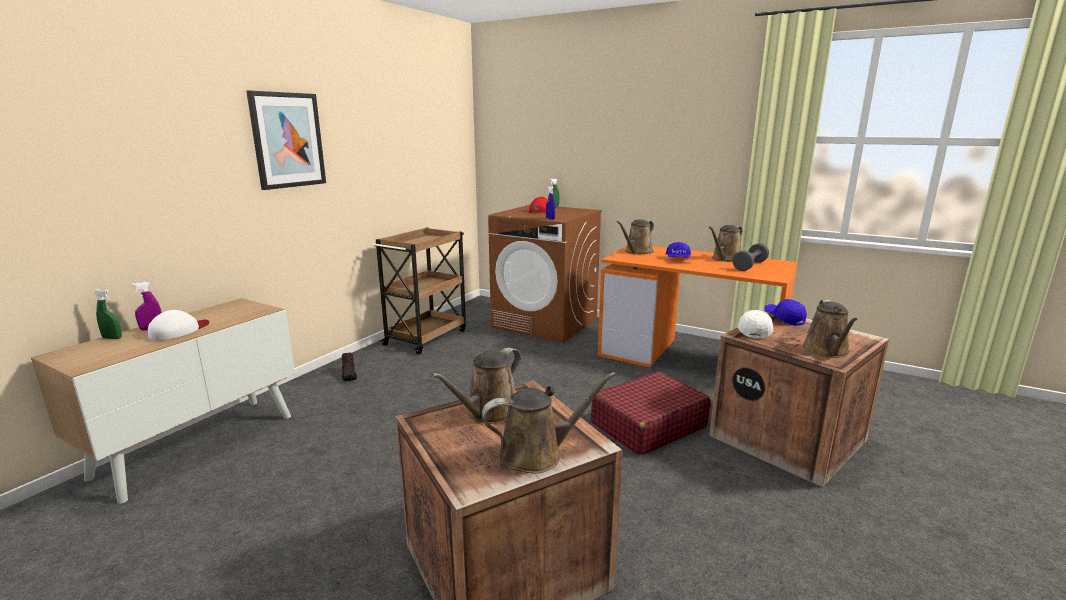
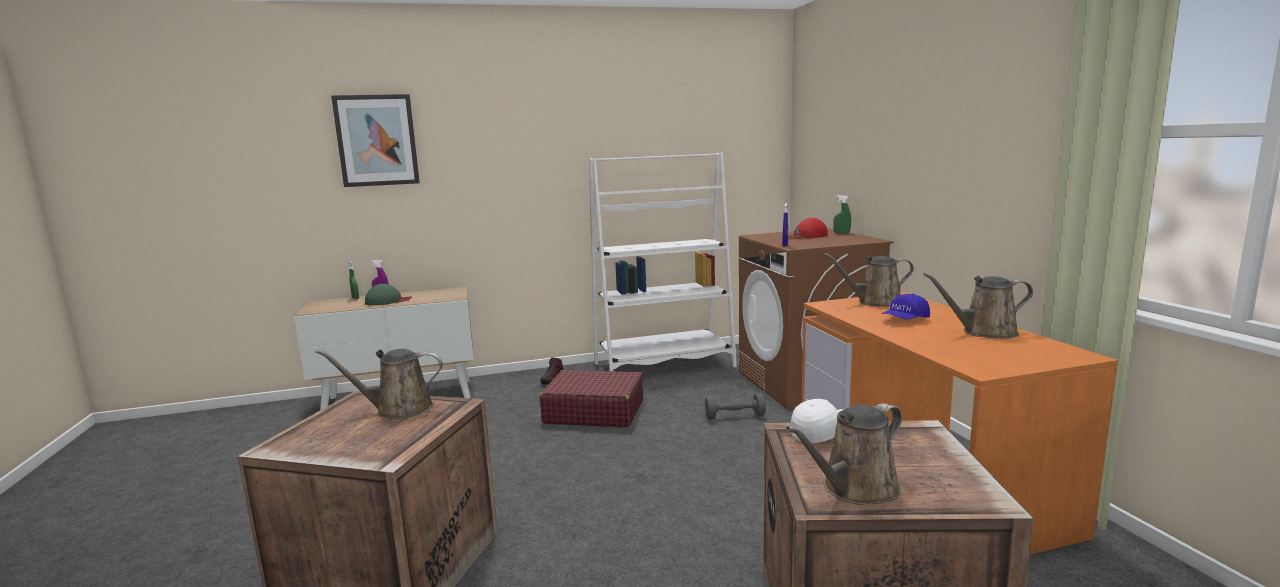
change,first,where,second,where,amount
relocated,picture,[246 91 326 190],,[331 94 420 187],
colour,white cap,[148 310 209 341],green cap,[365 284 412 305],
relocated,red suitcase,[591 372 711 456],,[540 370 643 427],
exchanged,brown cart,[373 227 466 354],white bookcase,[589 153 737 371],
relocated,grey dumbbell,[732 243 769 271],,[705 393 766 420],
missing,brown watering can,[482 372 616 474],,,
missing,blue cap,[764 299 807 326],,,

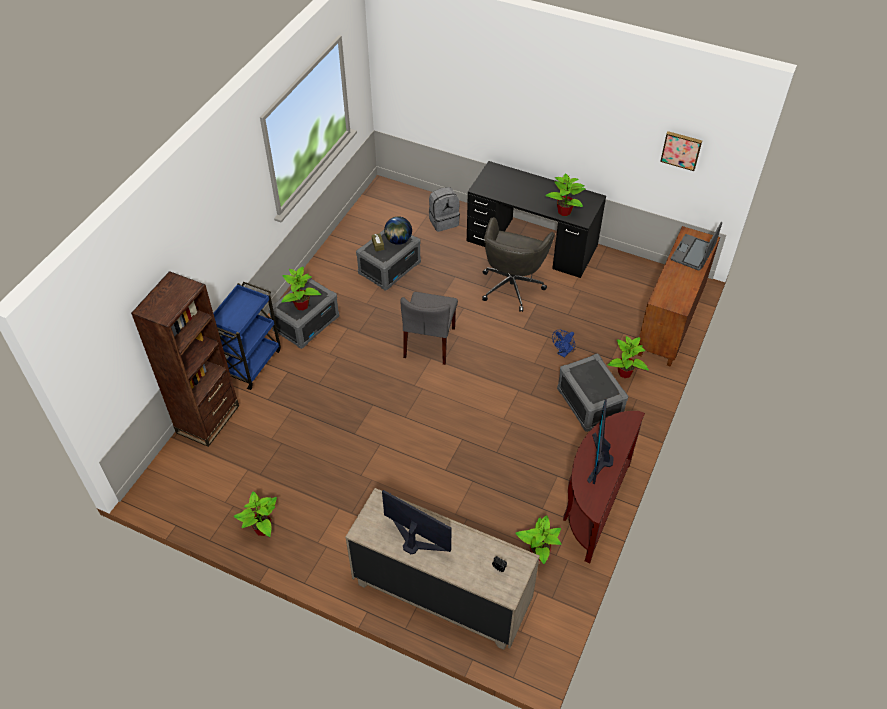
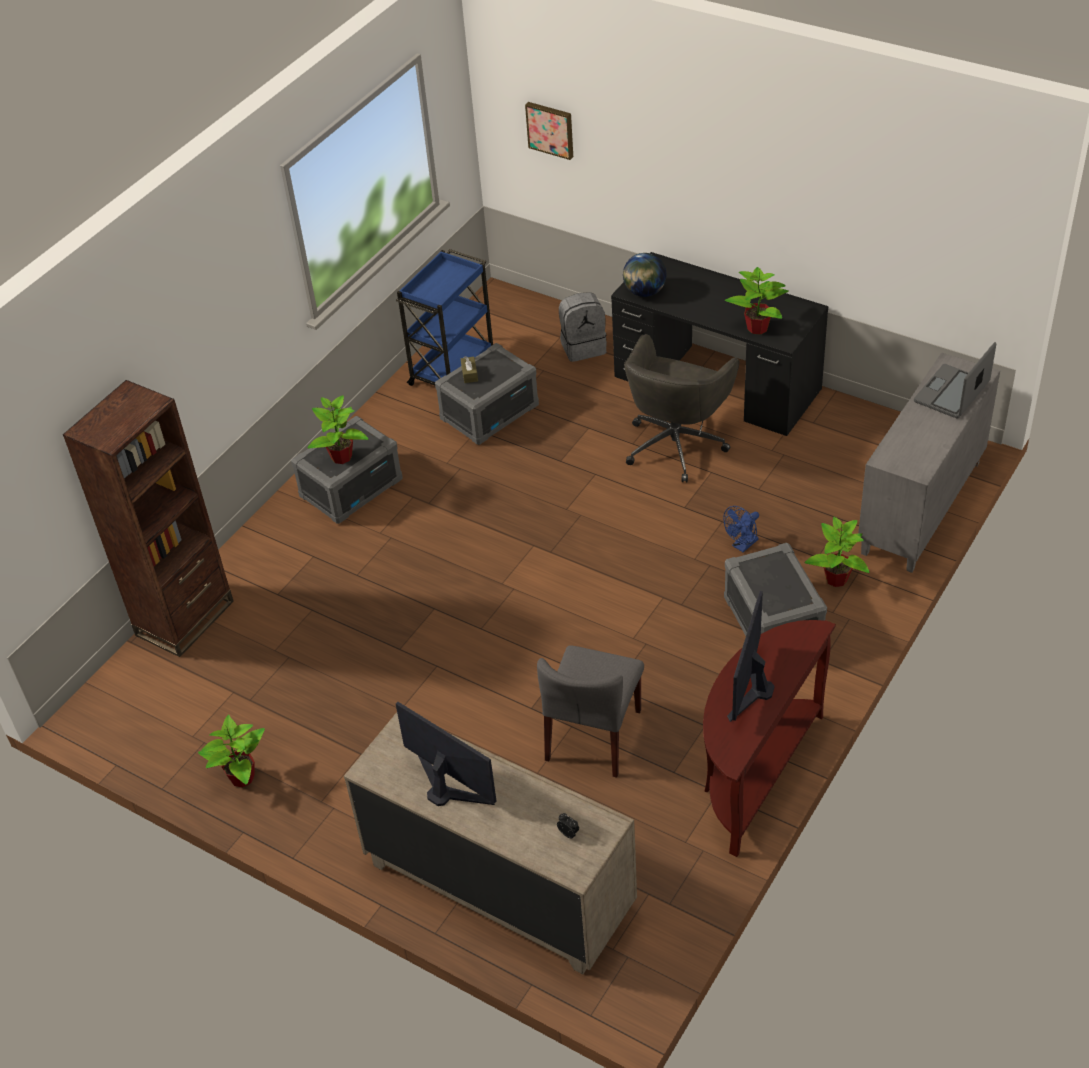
change,first,where,second,where,amount
relocated,blue cart,[213 282 281 390],,[396 249 493 386],
relocated,picture,[660 131 702 171],,[525 102 573 160],
relocated,grey chair,[400 292 458 365],,[537 645 644 778],
relocated,globe,[384 216 412 245],,[623 253 666 297],
colour,brown cabinet,[637 226 720 367],grey cabinet,[858 352 1000 573],
missing,potted plant,[515 515 561 564],,,

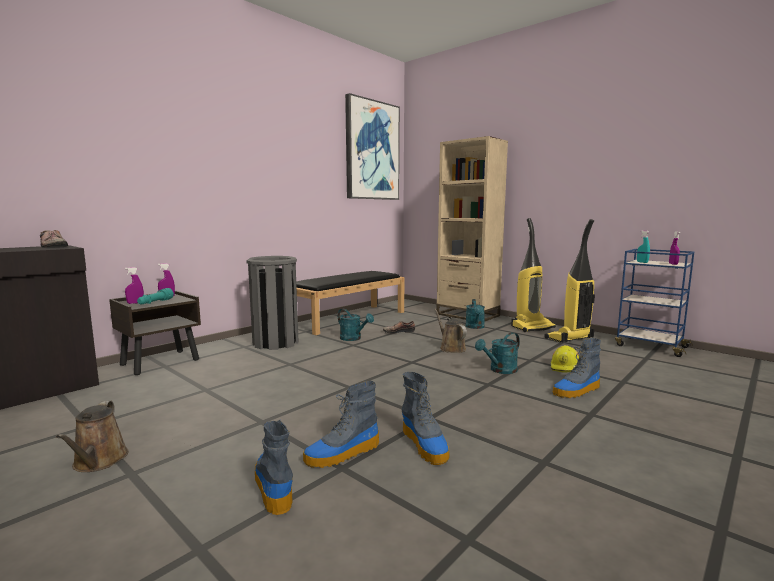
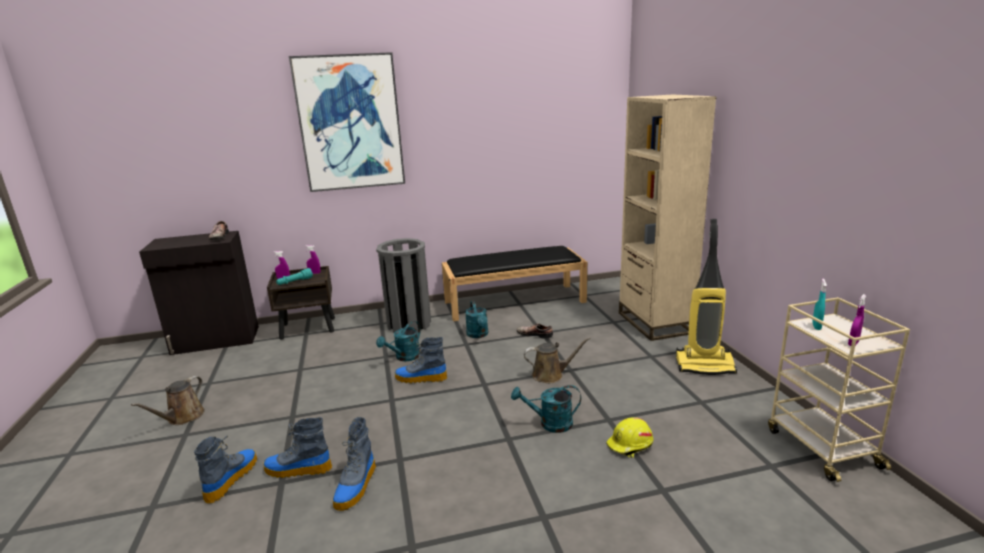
change,first,where,second,where,amount
relocated,picture,[345 93 400 200],,[289 52 405 192],
relocated,turquoise watering can,[466 299 485 329],,[376 321 421 362],
relocated,boot,[552 338 601 398],,[395 337 447 383],
spun,brown watering can,[434 309 467 353],,[524 337 591 383],75 degrees clockwise
colour,blue cart,[615 249 694 357],beige cart,[768 297 910 482],
missing,vacuum cleaner,[544 219 595 342],,,

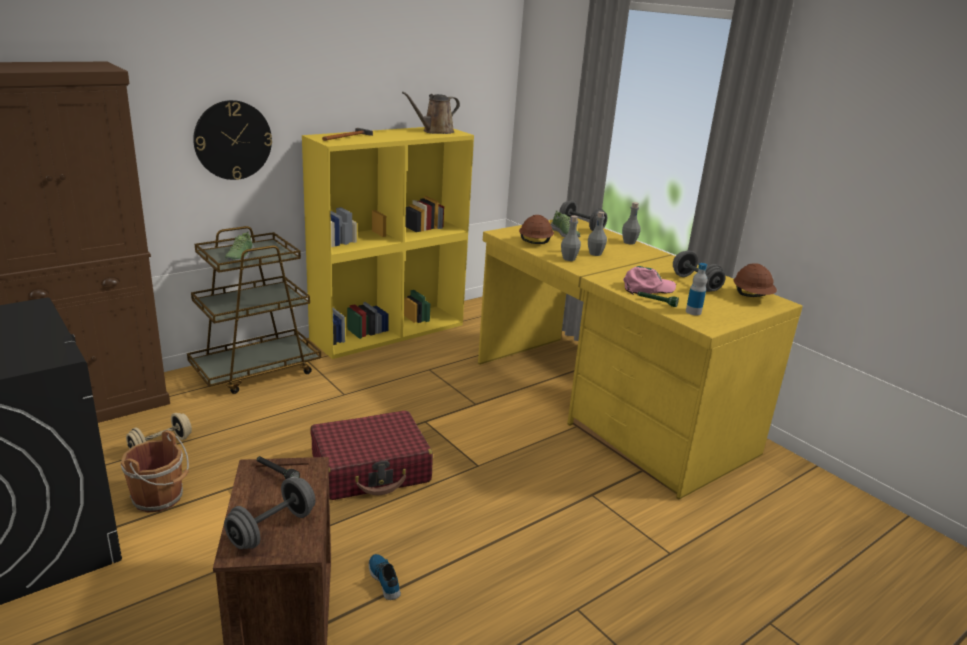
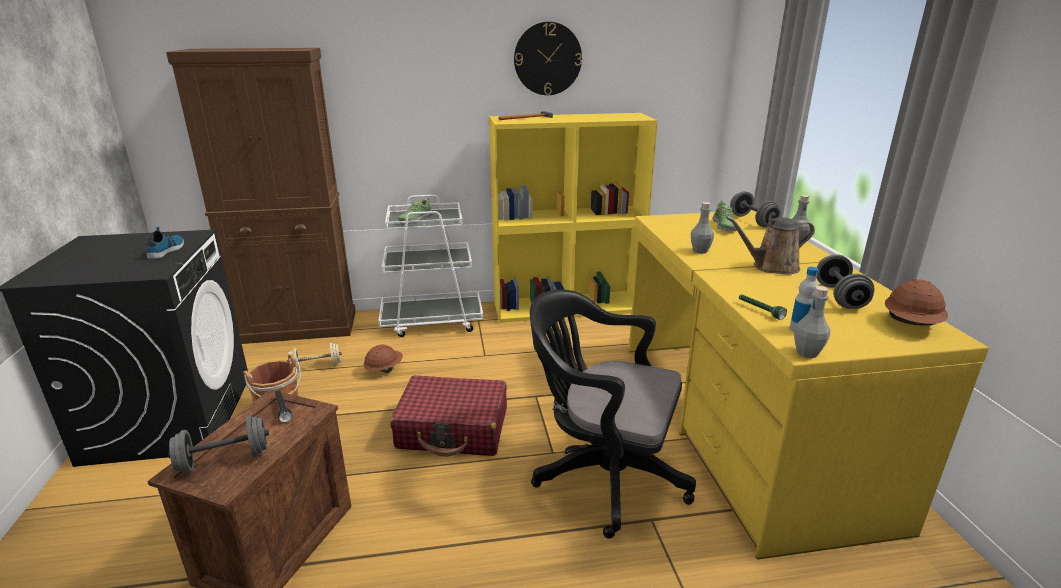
change,first,where,second,where,amount
relocated,shoe,[369 554 401 600],,[146 227 184 259],
relocated,brown hard hat,[519 215 554 244],,[364 344 403 373],
colour,brown cart,[187 226 321 394],white cart,[378 195 483 337],
relocated,wall clock,[193 100 272 180],,[514 22 582 95],
appeared,,,black office chair,[530 289 696 539],
relocated,brown watering can,[402 92 460 134],,[726 216 815 274],
relocated,grey bottle,[588 211 607 256],,[794 286 830 358],
missing,pink cap,[623 266 677 295],,,

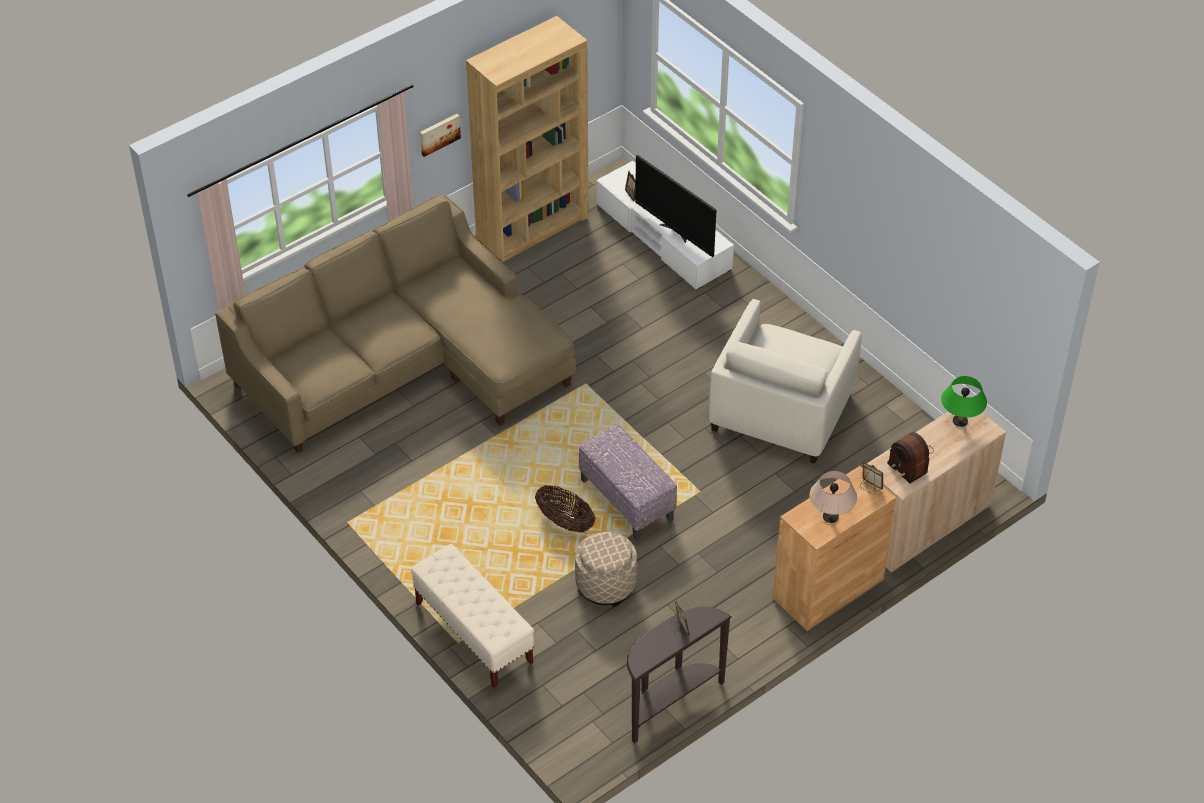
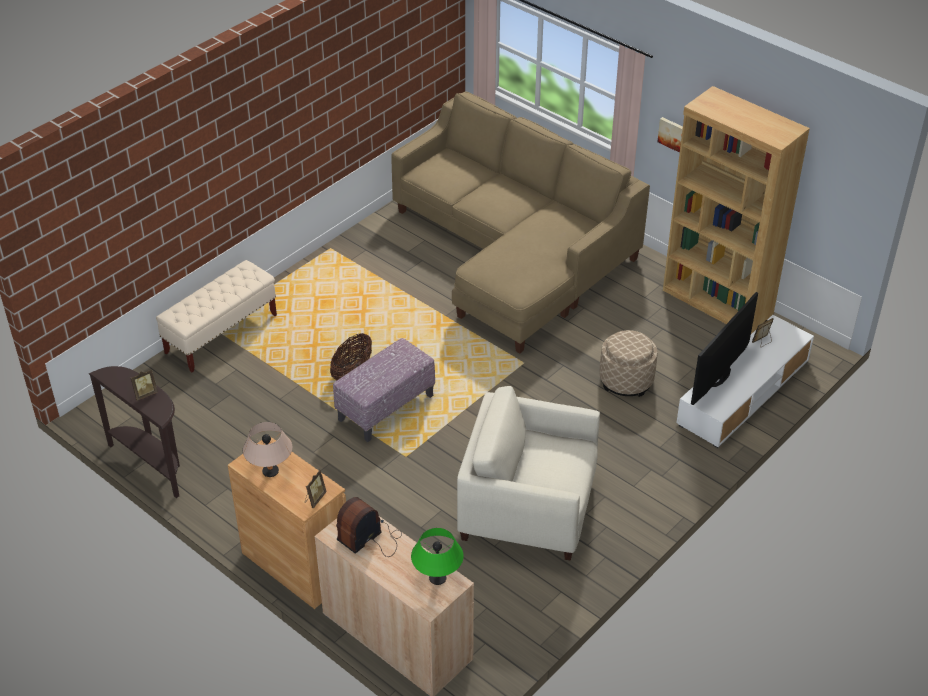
change,first,where,second,where,amount
relocated,beige ottoman,[575 532 637 607],,[600 330 658 397],

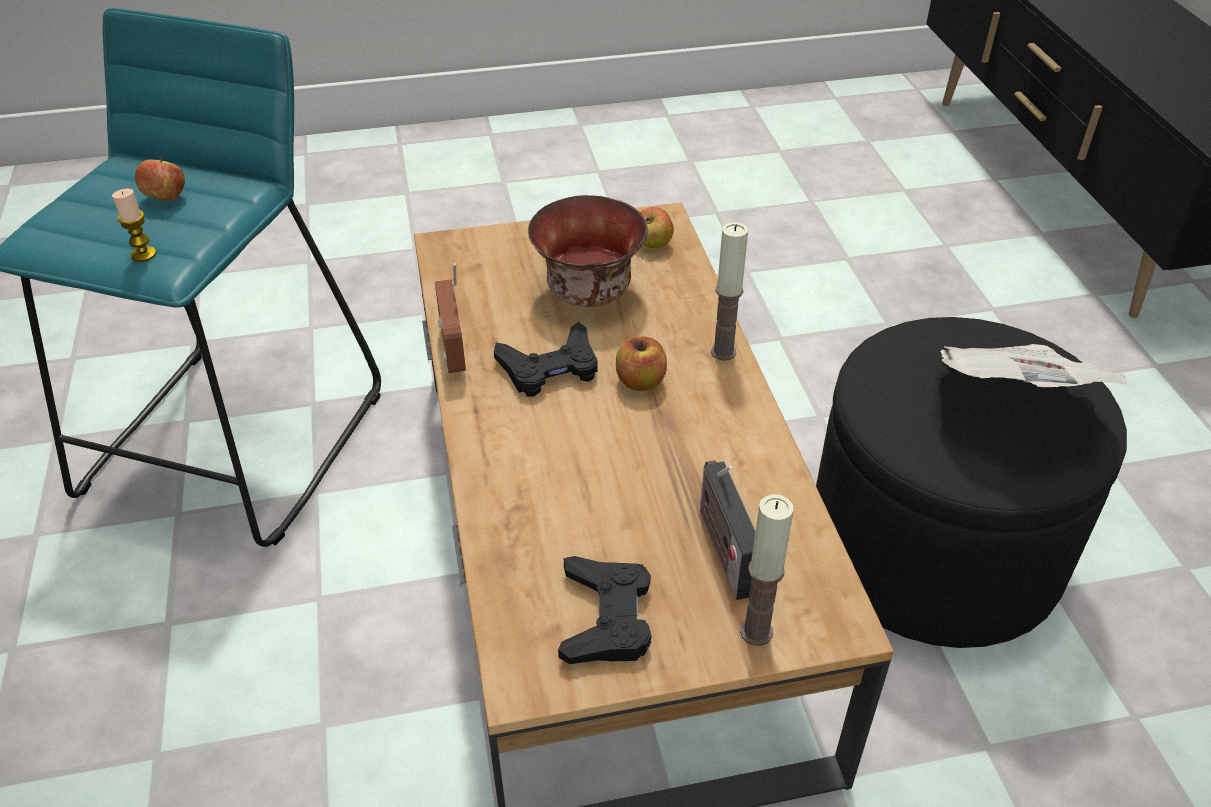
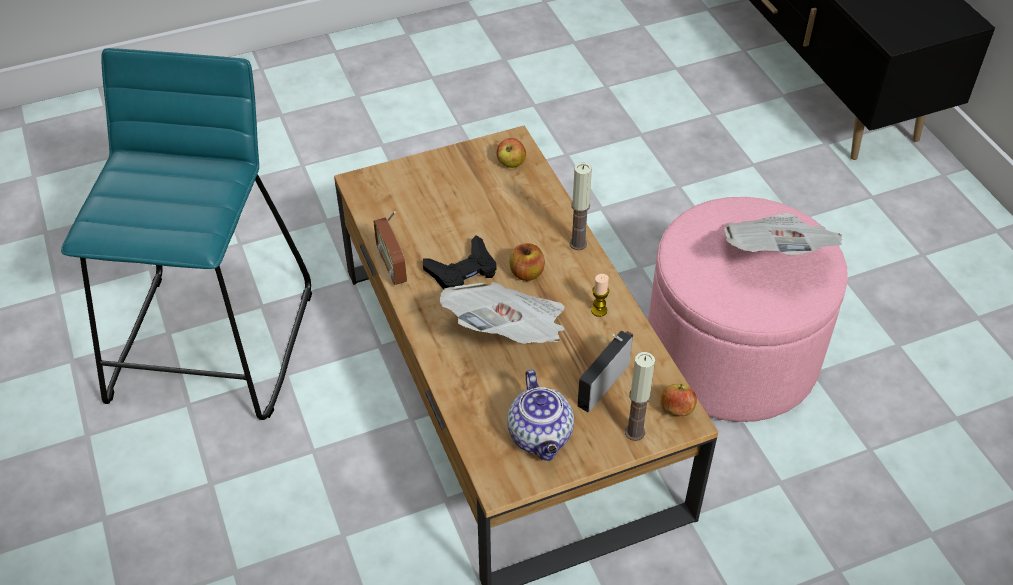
change,first,where,second,where,amount
appeared,,,newspaper,[440 282 565 344],
exchanged,black game controller,[558 556 652 664],teapot,[507 370 574 461],
spun,radio,[700 460 756 600],,[577 331 633 413],60 degrees clockwise
relocated,candle,[112 189 157 262],,[591 274 609 317],
colour,black ottoman,[816 317 1127 648],pink ottoman,[648 197 848 422],
relocated,apple,[135 157 185 201],,[661 384 697 416],
missing,bowl,[528 195 648 307],,,

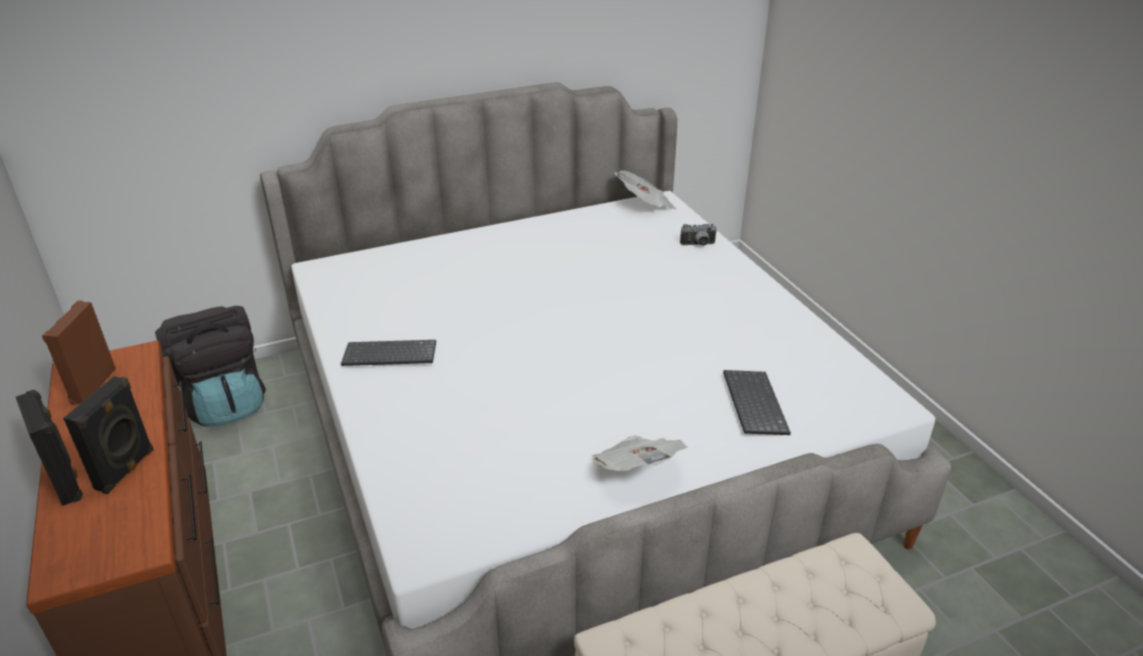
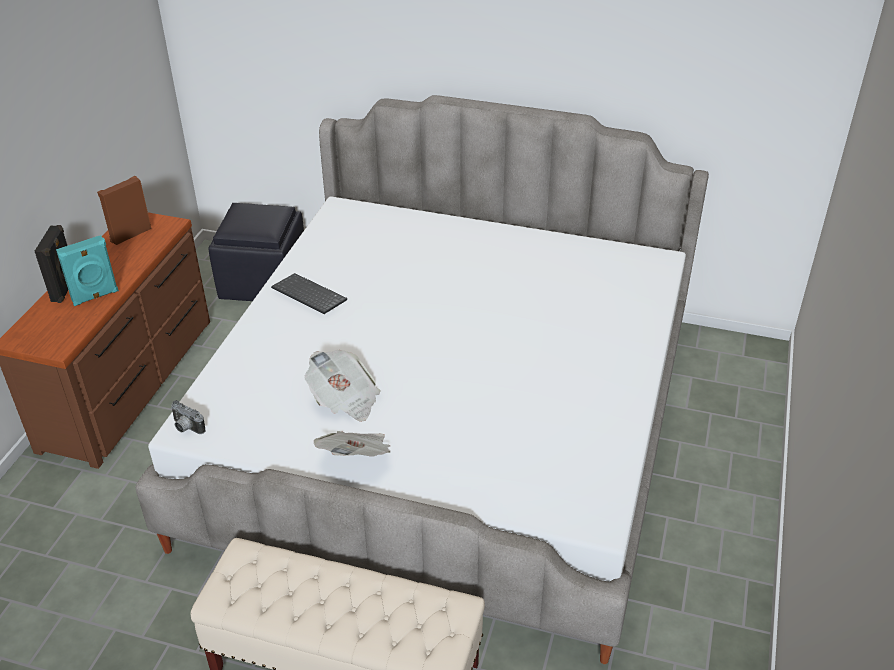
change,first,where,second,where,amount
colour,black speaker,[63 376 153 494],turquoise speaker,[56 235 119 306],
relocated,photo camera,[680 224 717 246],,[171 400 206 434],
exchanged,black backpack,[155 306 266 427],black ottoman,[209 203 304 301],
relocated,newspaper,[614 170 677 209],,[304 350 380 422],
missing,keyboard,[723 370 791 435],,,

